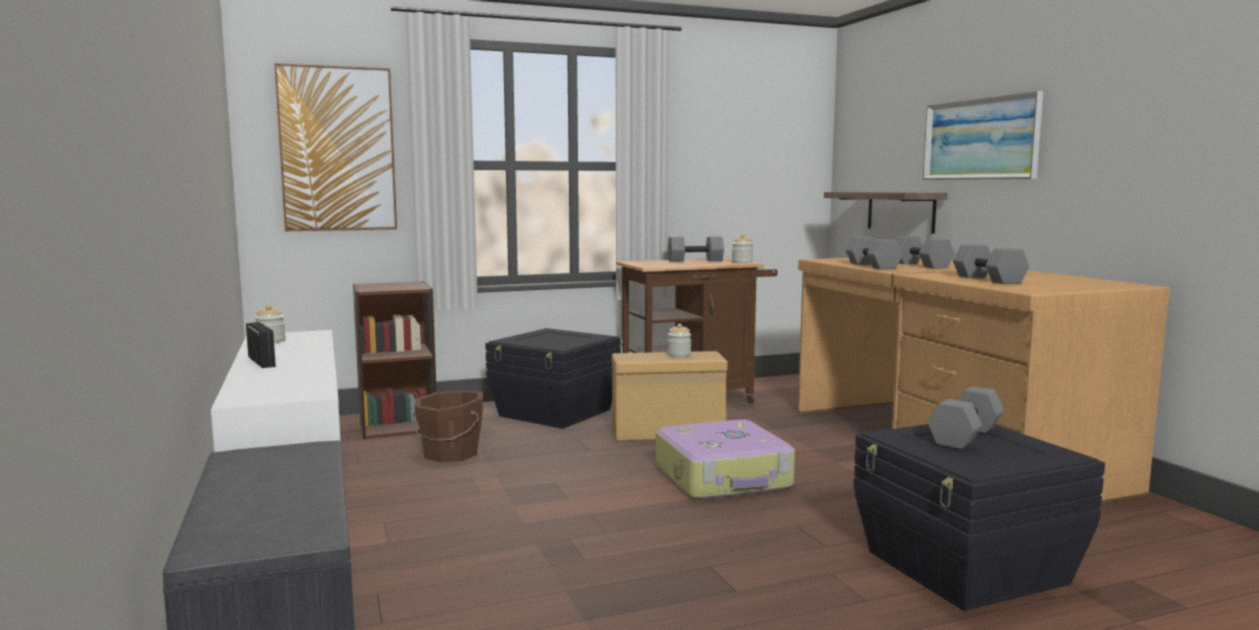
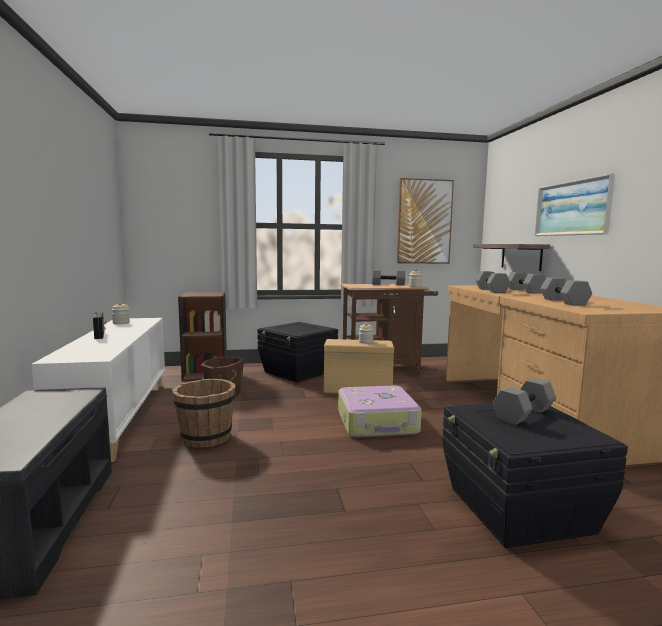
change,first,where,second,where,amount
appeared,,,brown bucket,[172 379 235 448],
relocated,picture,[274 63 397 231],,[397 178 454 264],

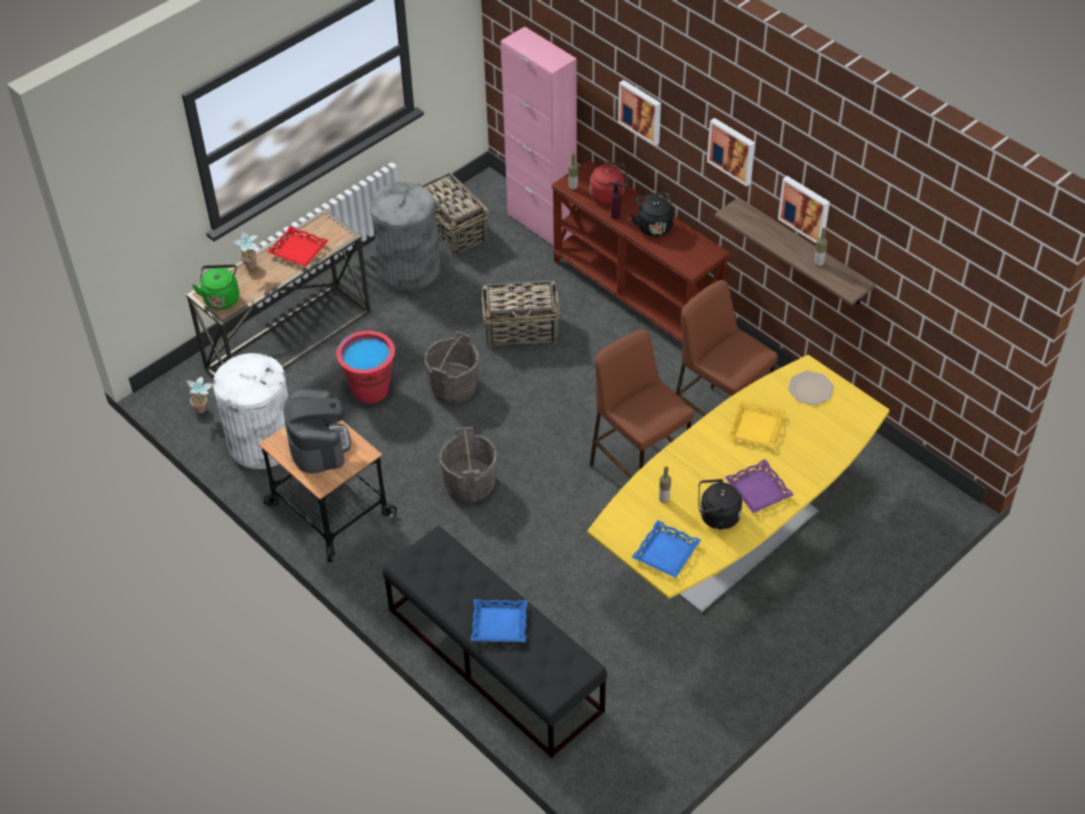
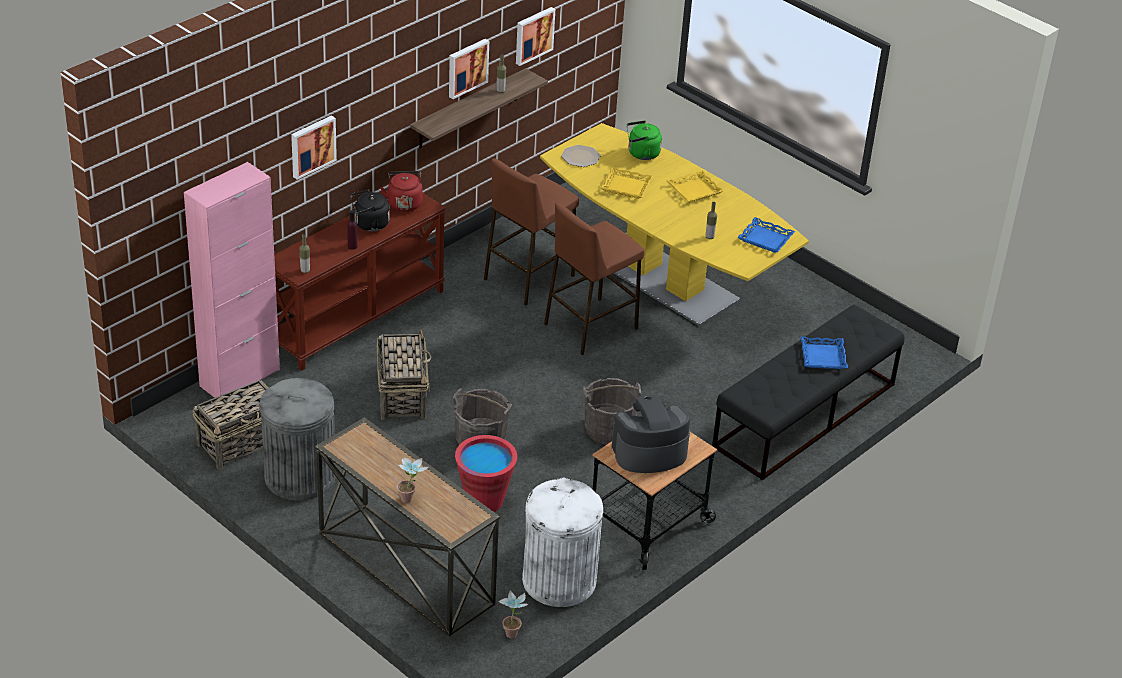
change,first,where,second,where,amount
relocated,red kettle,[590 162 628 205],,[380 171 423 212],
relocated,picture,[707 118 755 187],,[516 7 555 66],
relocated,green kettle,[192 265 239 310],,[627 120 662 160],
colour,purple tray,[725 459 794 513],yellow tray,[666 170 724 203],
missing,red tray,[267 226 329 267],,,
missing,black kettle,[698 479 742 530],,,

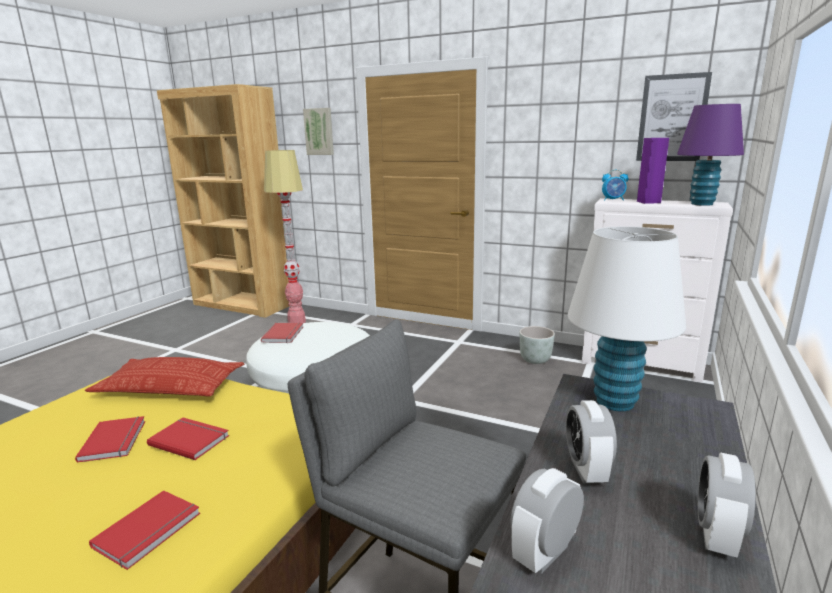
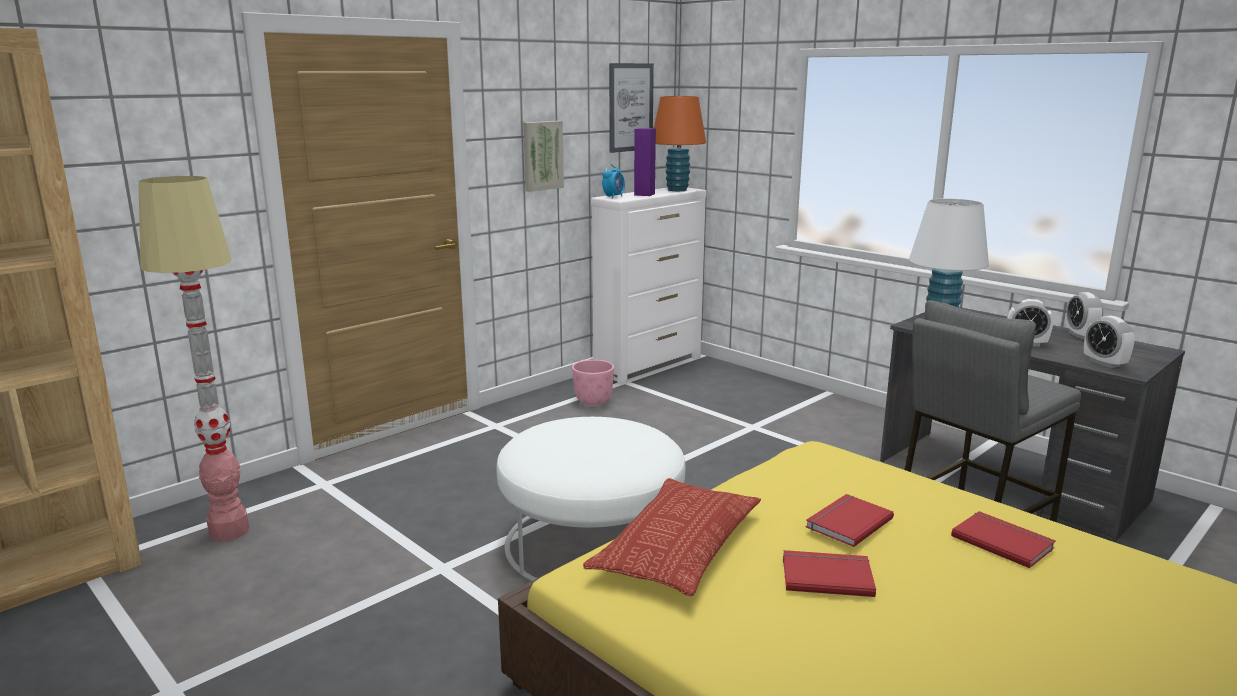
change,first,where,second,where,amount
relocated,picture,[303 108 334 155],,[523 121 564 192],
colour,grey planter,[519 326 555 364],pink planter,[572 360 614 405],
colour,purple table lamp,[677 104 744 206],orange table lamp,[654 96 706 191],
spun,alarm clock,[698 453 756 558],,[1066 292 1103 339],45 degrees clockwise
missing,red book,[261 323 303 343],,,

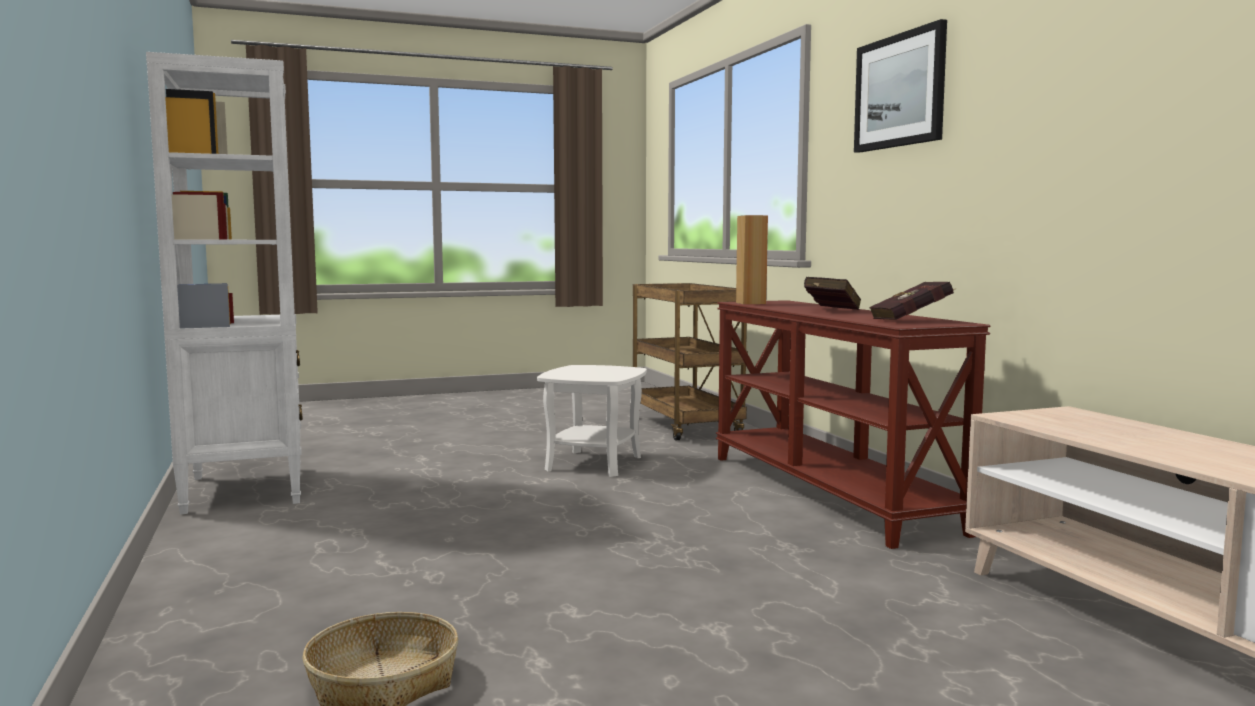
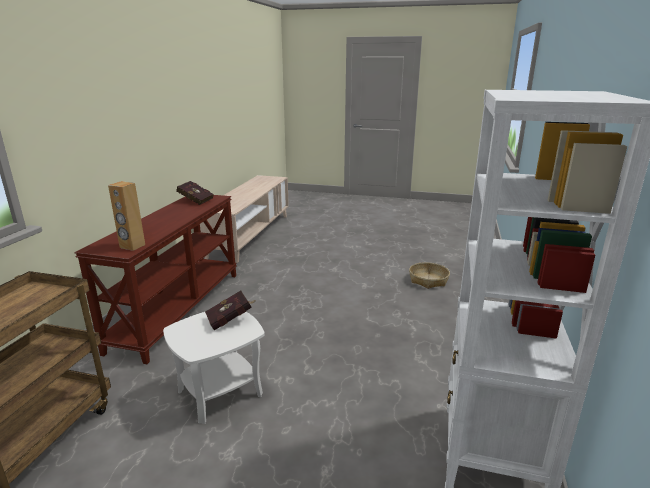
change,first,where,second,where,amount
relocated,red book,[804 277 861 310],,[205 291 255 330],
missing,picture,[854 19 947 153],,,

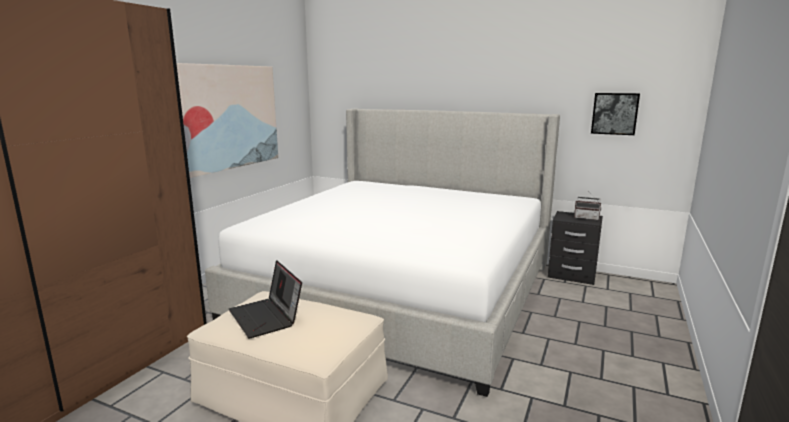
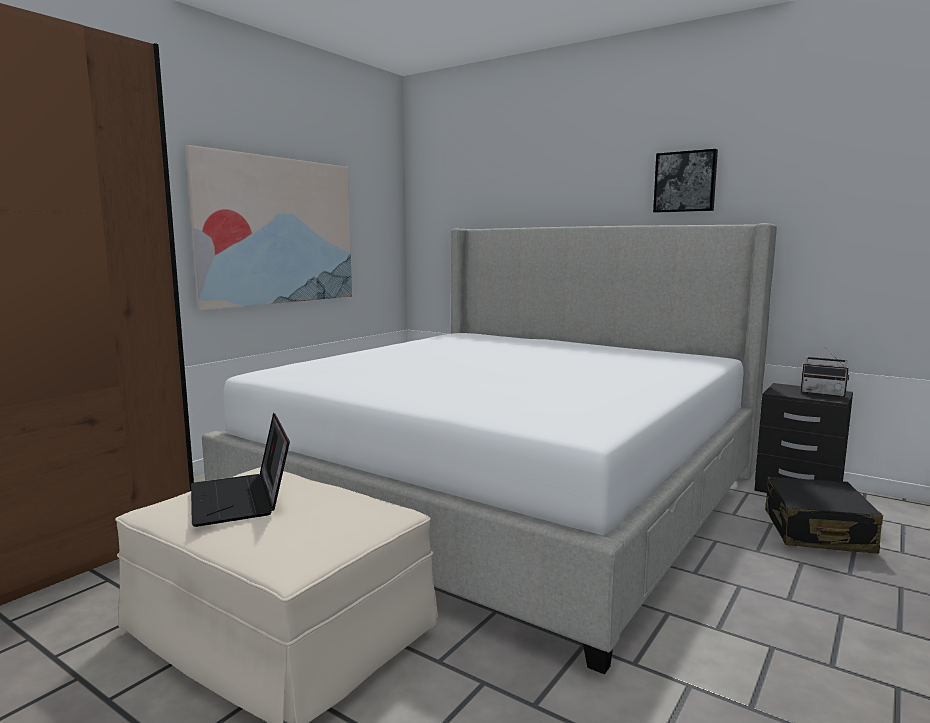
change,first,where,second,where,amount
relocated,picture,[591 93 640 135],,[653 149 718 213],
appeared,,,black suitcase,[765 477 883 554],

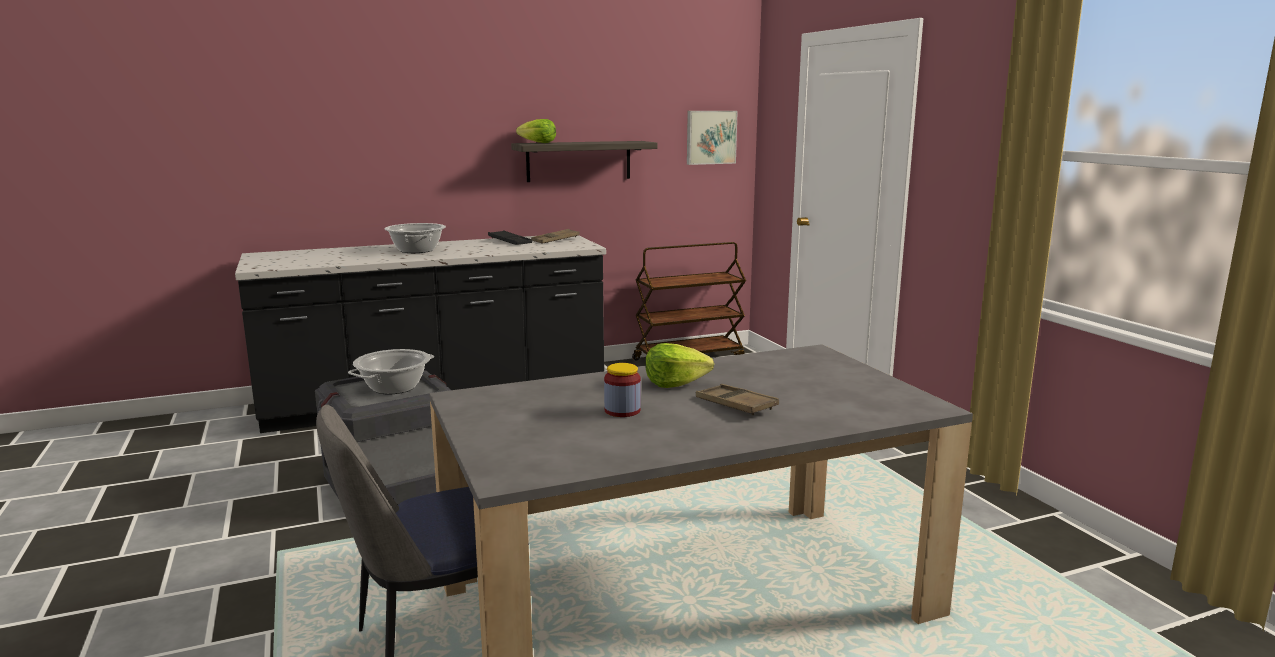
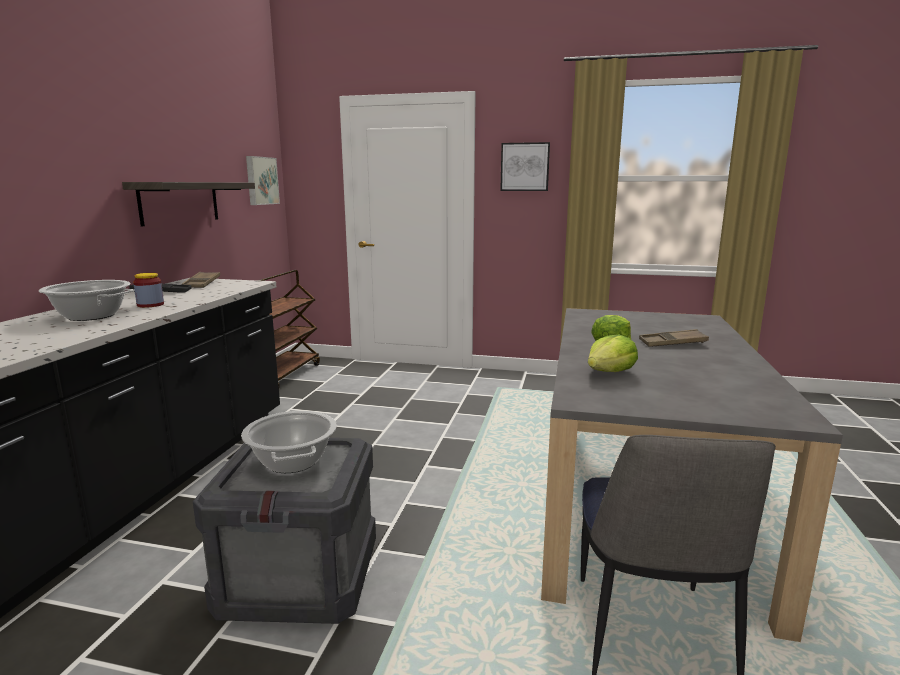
change,first,where,second,where,amount
relocated,jar,[604 363 641 417],,[133 273 164 308],
appeared,,,picture,[500 142 550 191],
relocated,lettuce,[516 119 556 143],,[588 335 638 372],

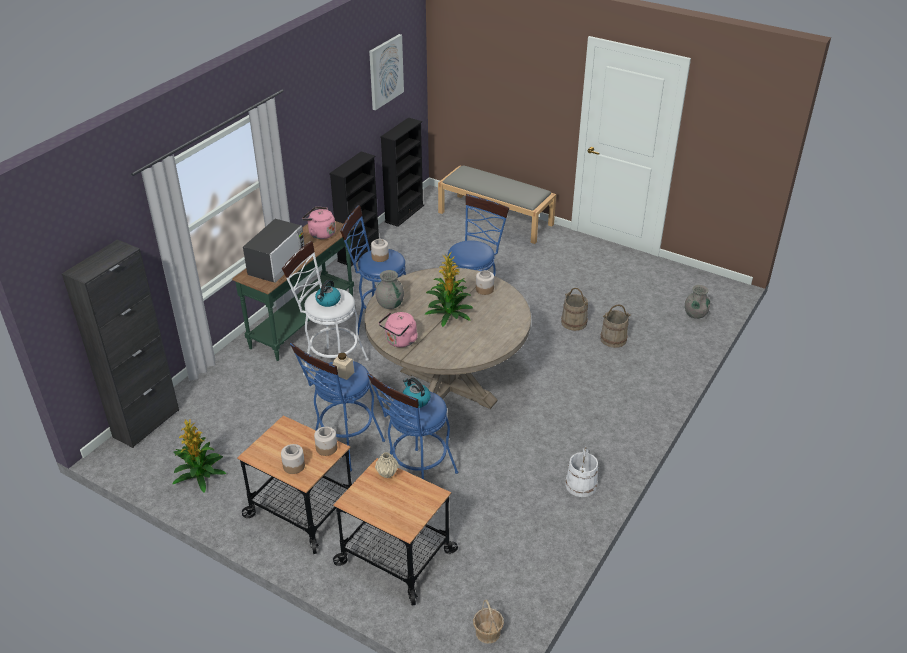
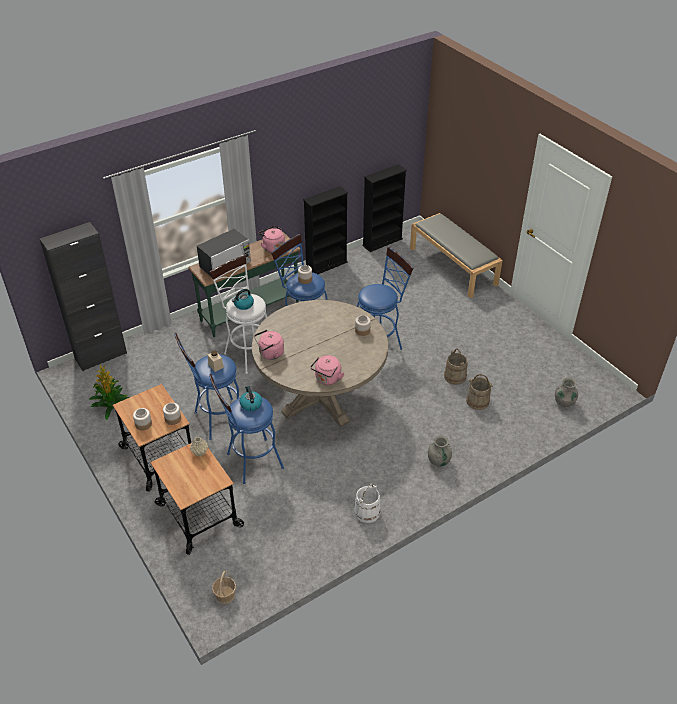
change,first,where,second,where,amount
appeared,,,pink kettle,[311 355 344 385],
relocated,grey vase,[375 270 404 309],,[428 435 452 467],
missing,picture,[369 34 404 110],,,
missing,potted plant,[425 253 473 327],,,

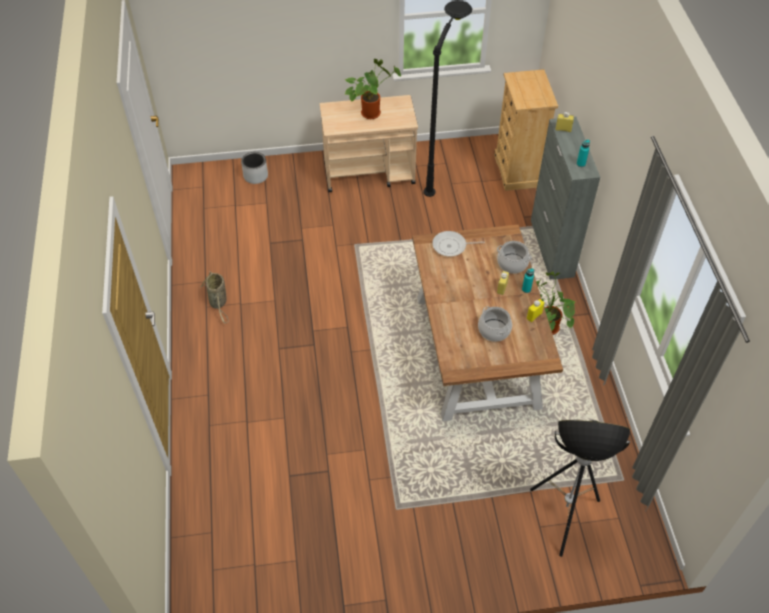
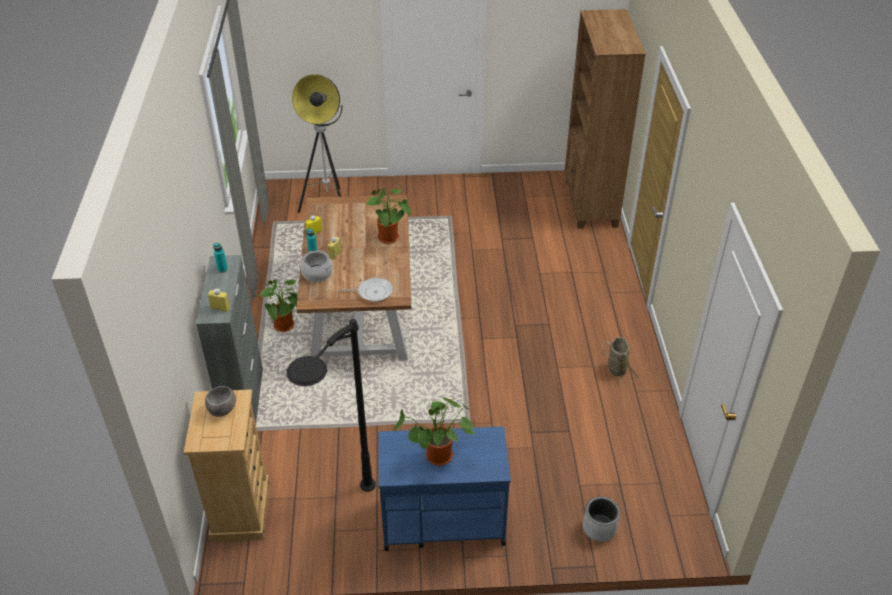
change,first,where,second,where,amount
appeared,,,grey bowl,[205 386 236 417],
appeared,,,potted plant,[365 187 411 244],
colour,beige cart,[320 95 418 192],blue cart,[378 427 511 551],
appeared,,,brown bookcase,[565 9 646 229],
missing,cooking pot,[478 306 512 342],,,

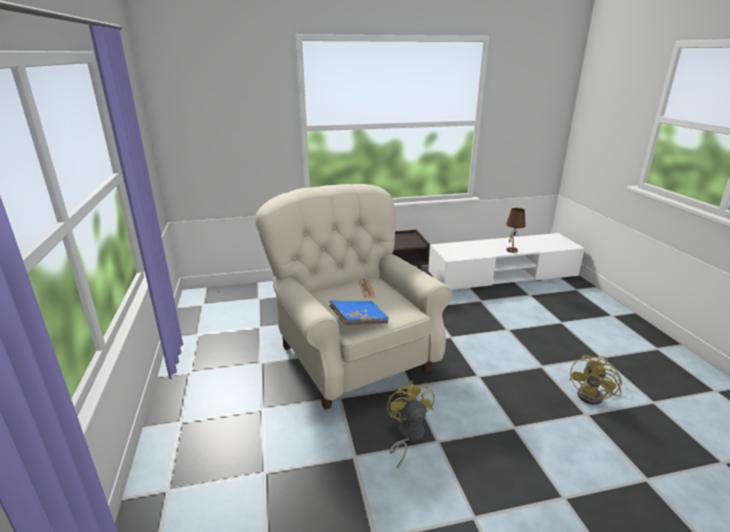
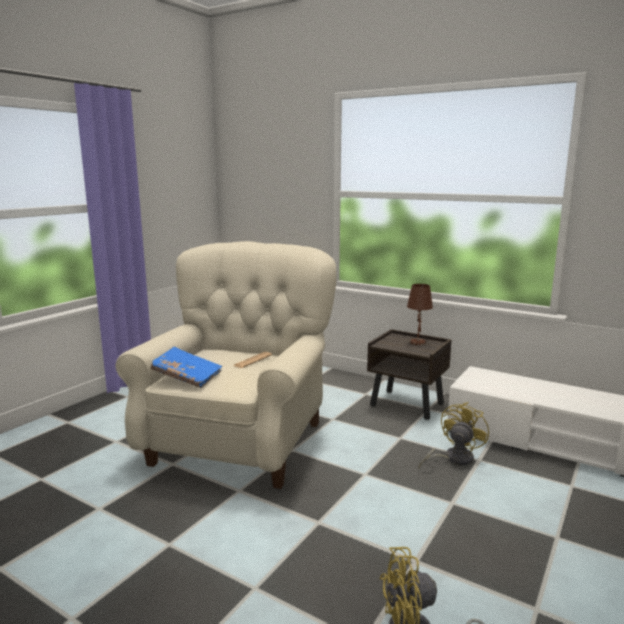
change,first,where,second,where,amount
relocated,brown table lamp,[506 208 525 253],,[407 284 433 346],
relocated,yellow fan,[387 381 435 468],,[419 402 489 468],

